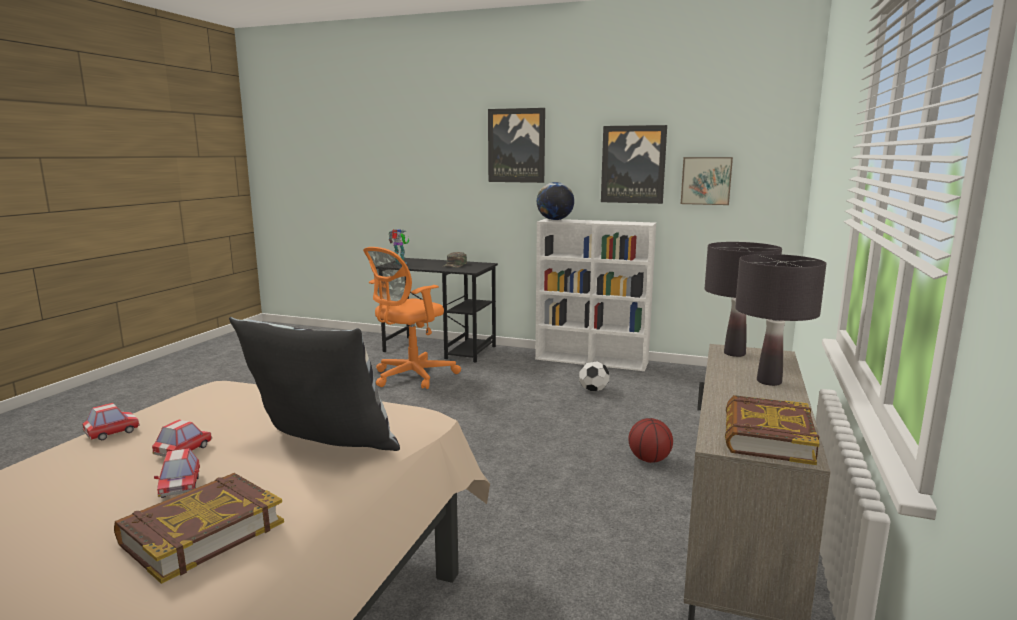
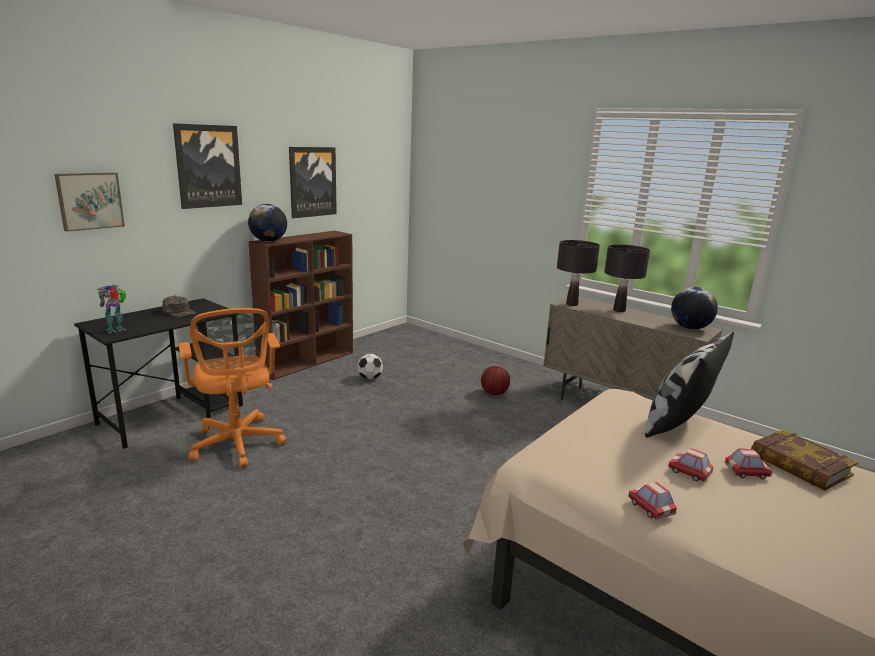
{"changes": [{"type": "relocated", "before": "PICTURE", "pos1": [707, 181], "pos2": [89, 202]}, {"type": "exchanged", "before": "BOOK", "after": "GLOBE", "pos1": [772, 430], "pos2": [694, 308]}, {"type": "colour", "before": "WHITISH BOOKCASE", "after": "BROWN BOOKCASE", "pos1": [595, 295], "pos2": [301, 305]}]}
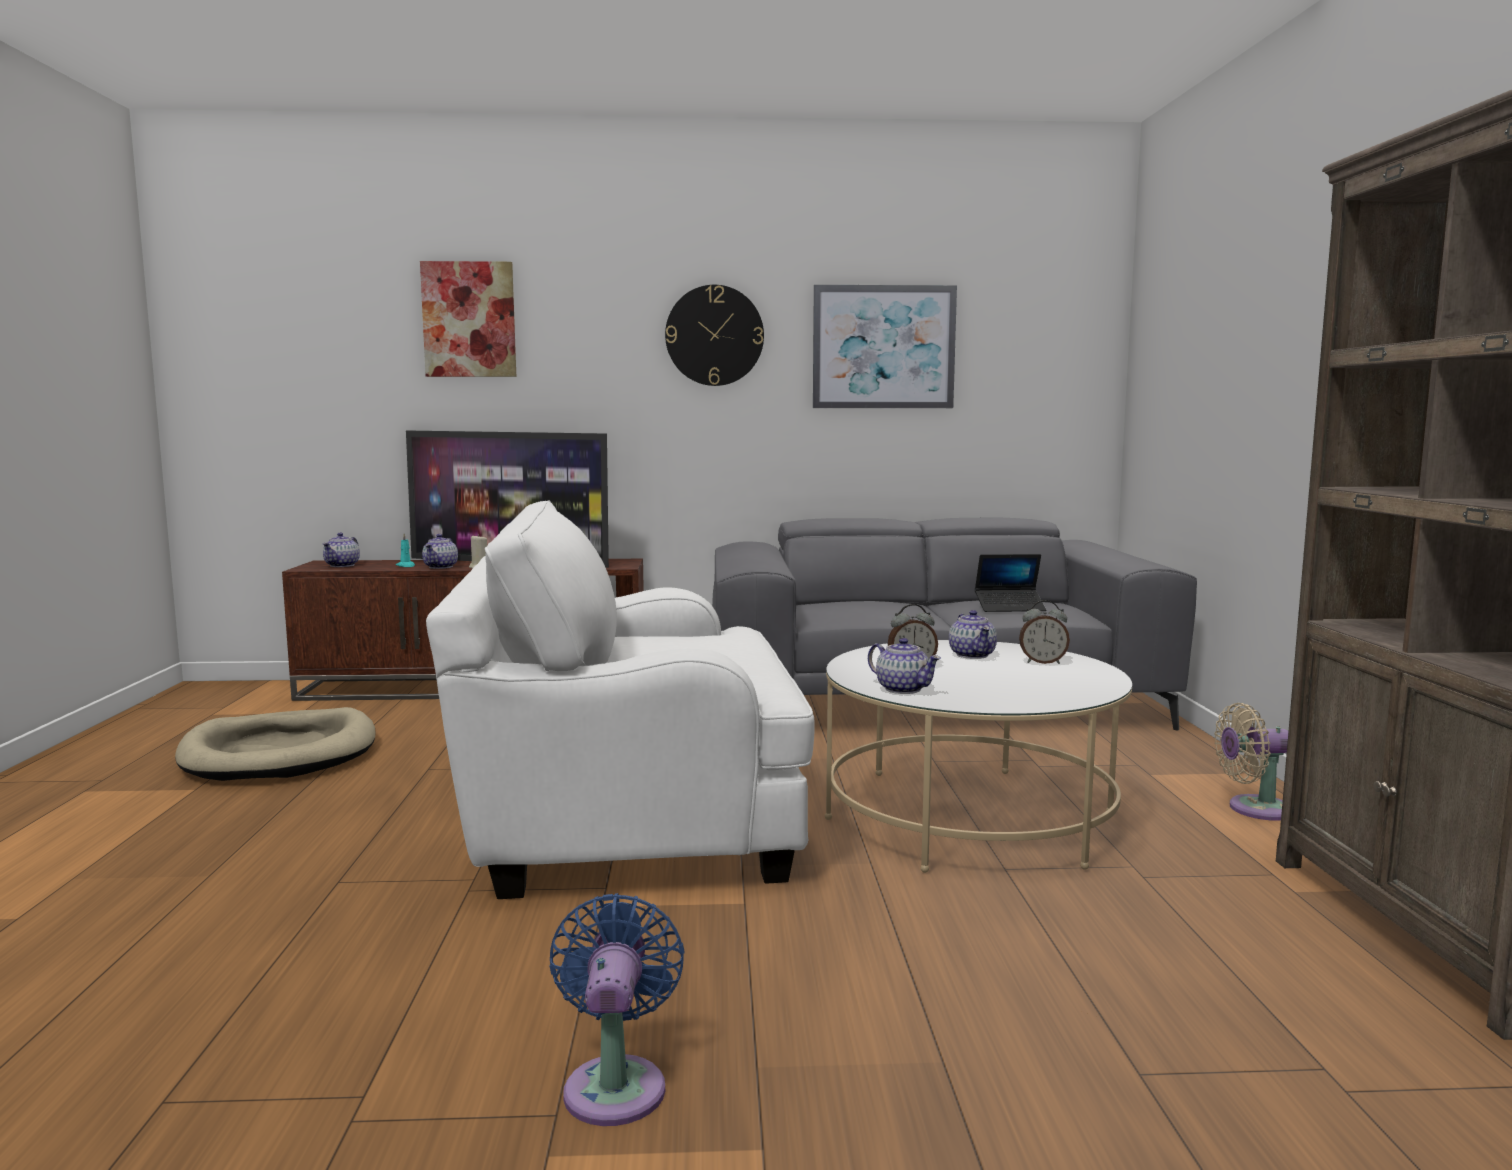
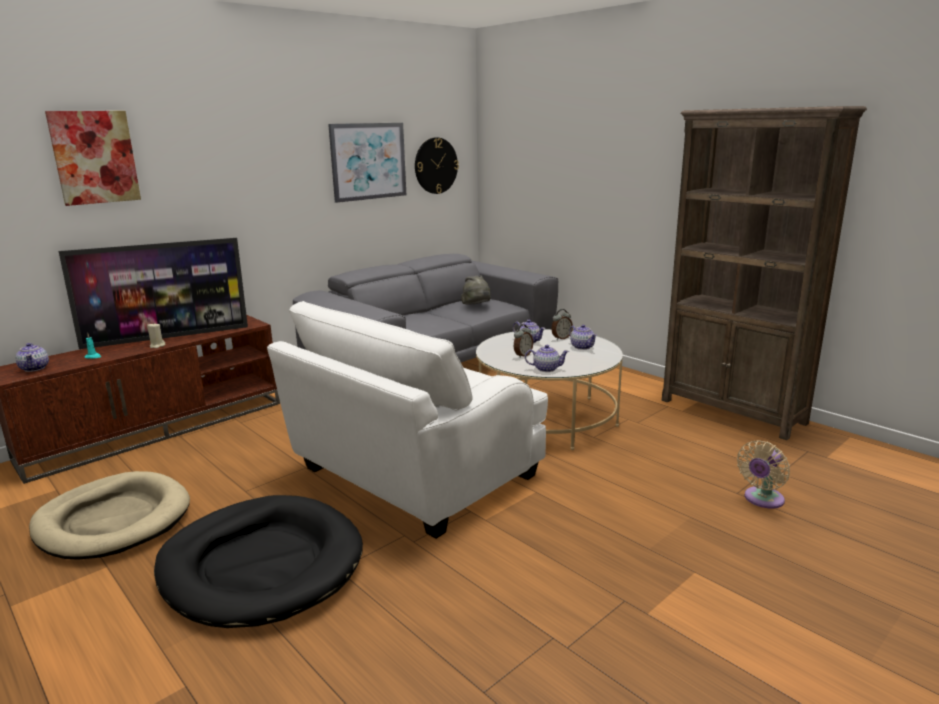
{"changes": [{"type": "missing", "before": "BLUE COOLING FAN", "pos1": [616, 1009]}, {"type": "appeared", "after": "BLACK DOG BED", "pos2": [258, 561]}, {"type": "relocated", "before": "TEAPOT", "pos1": [440, 551], "pos2": [583, 337]}, {"type": "relocated", "before": "HANGING CLOCK", "pos1": [714, 335], "pos2": [437, 165]}, {"type": "relocated", "before": "BEIGE COOLING FAN", "pos1": [1251, 762], "pos2": [763, 474]}, {"type": "exchanged", "before": "PORTABLE COMPUTER", "after": "GRAY HAT", "pos1": [1010, 583], "pos2": [476, 290]}]}
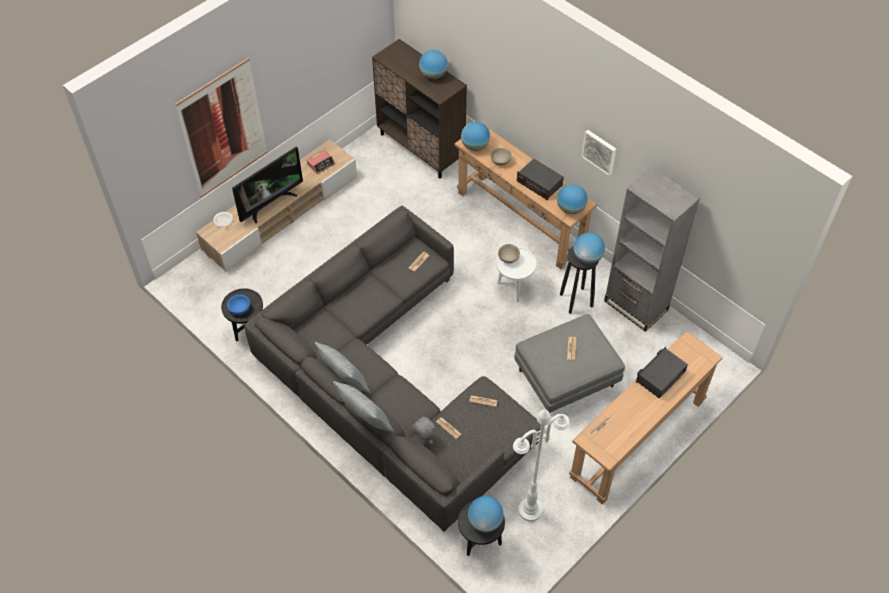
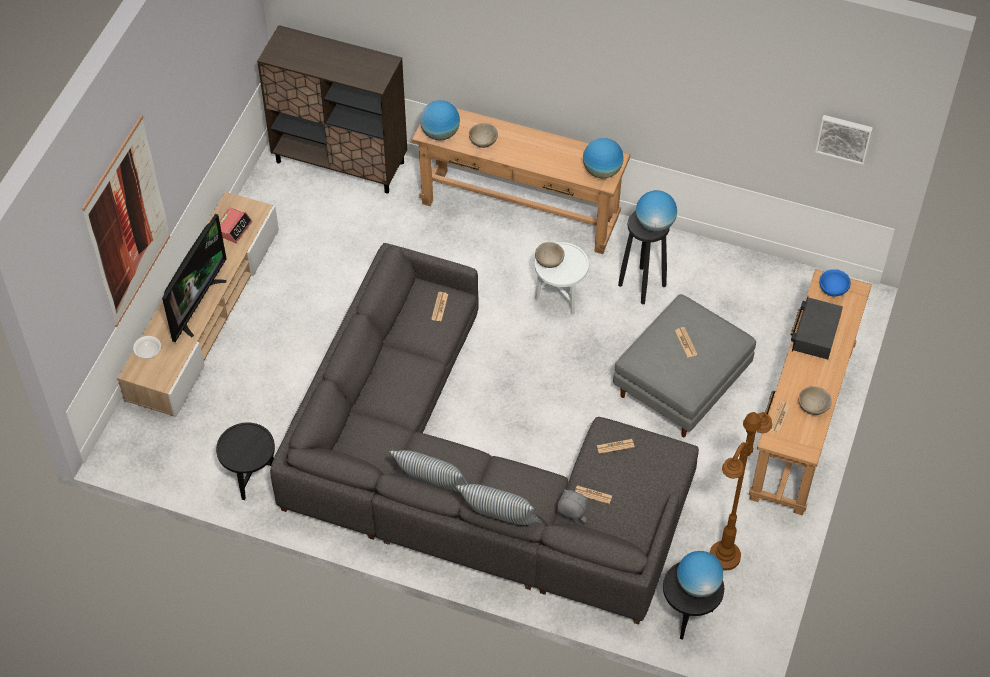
{"changes": [{"type": "missing", "before": "GLOBE", "pos1": [433, 64]}, {"type": "missing", "before": "RADIO RECEIVER", "pos1": [540, 180]}, {"type": "missing", "before": "GRAY BOOKCASE", "pos1": [652, 249]}, {"type": "appeared", "after": "BEIGE SERVING BOWL", "pos2": [815, 400]}, {"type": "relocated", "before": "BLUE SERVING BOWL", "pos1": [238, 305], "pos2": [835, 283]}, {"type": "relocated", "before": "PICTURE", "pos1": [598, 153], "pos2": [844, 140]}, {"type": "colour", "before": "WHITISH STANDING LAMP", "after": "BROWN STANDING LAMP", "pos1": [541, 466], "pos2": [741, 491]}]}
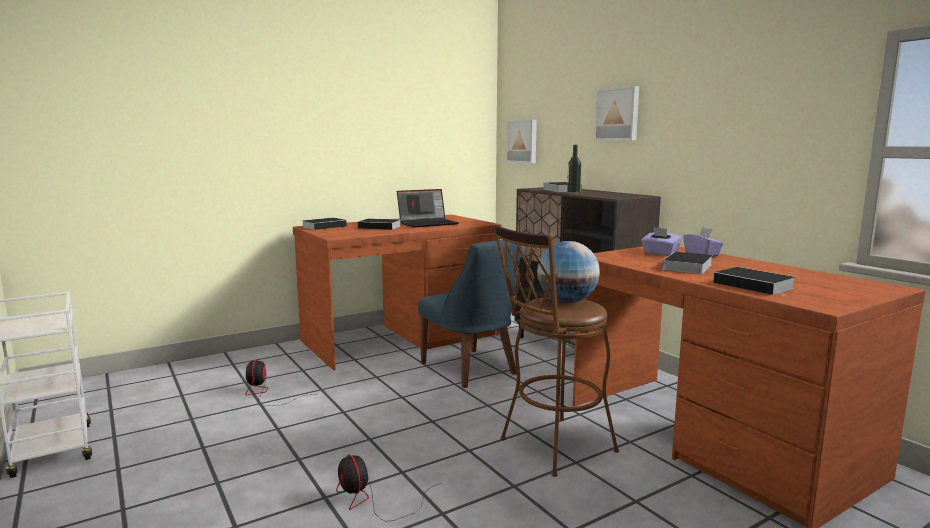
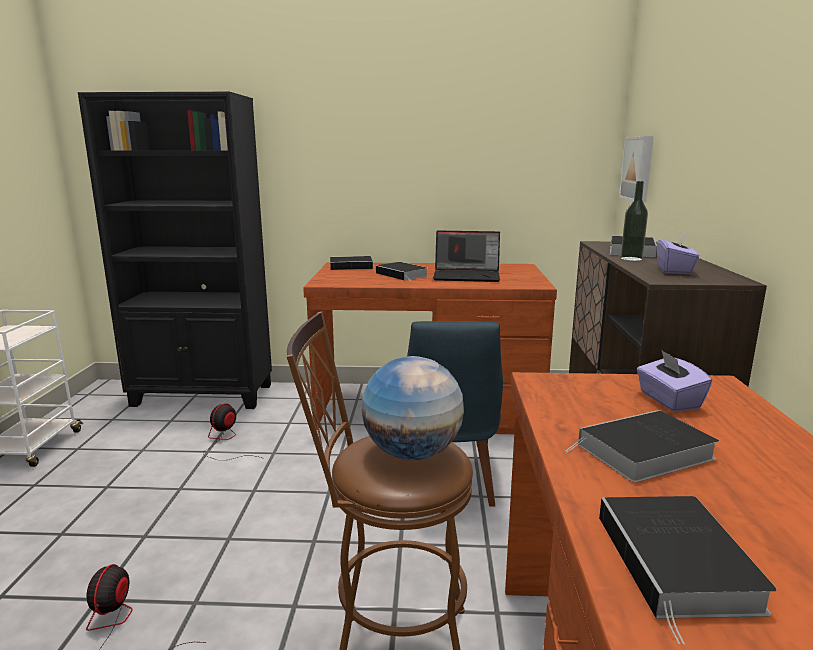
{"changes": [{"type": "missing", "before": "PICTURE", "pos1": [616, 113]}, {"type": "appeared", "after": "BLACK BOOKCASE", "pos2": [175, 250]}, {"type": "relocated", "before": "PURPLE TISSUE HOLDER", "pos1": [703, 242], "pos2": [678, 253]}]}
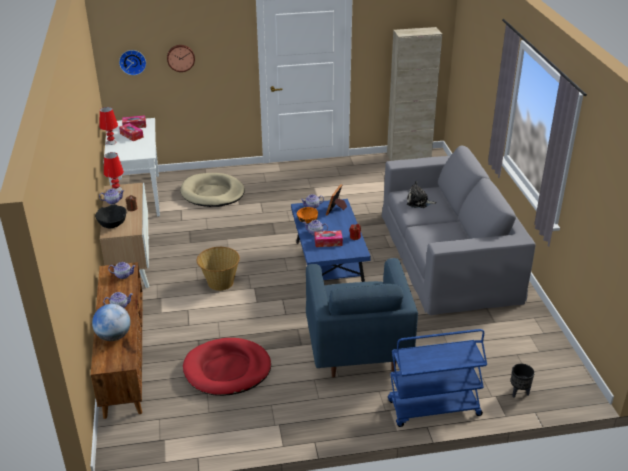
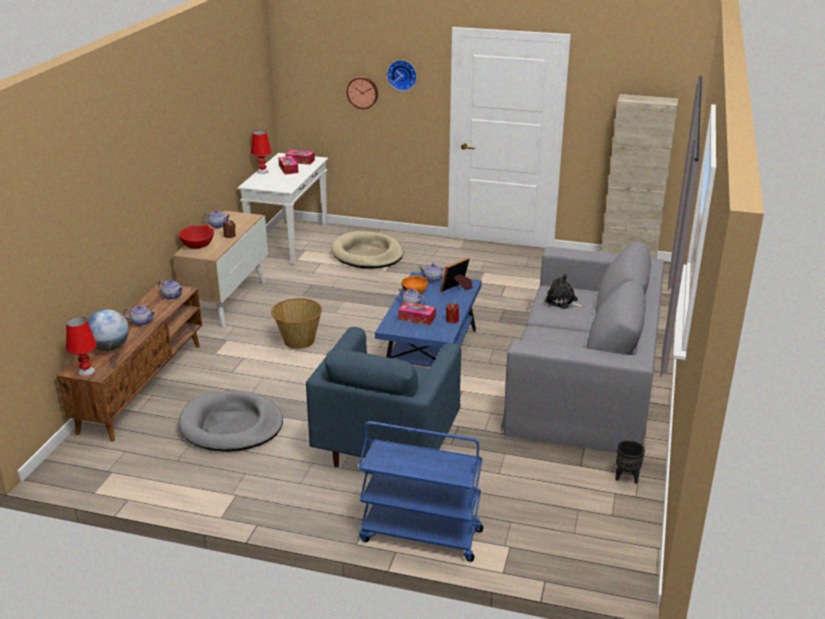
{"changes": [{"type": "relocated", "before": "REDDISH LAMP FOR A TABLE", "pos1": [114, 172], "pos2": [81, 346]}, {"type": "relocated", "before": "HANGING CLOCK", "pos1": [132, 62], "pos2": [402, 75]}, {"type": "relocated", "before": "BLACK PLANTER", "pos1": [523, 380], "pos2": [630, 462]}, {"type": "colour", "before": "BLACK SERVING BOWL", "after": "REDDISH SERVING BOWL", "pos1": [110, 216], "pos2": [196, 237]}, {"type": "colour", "before": "REDDISH DOG BED", "after": "GRAY DOG BED", "pos1": [227, 367], "pos2": [230, 421]}]}
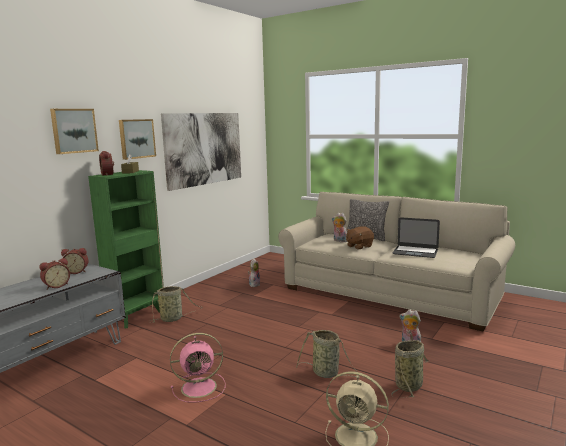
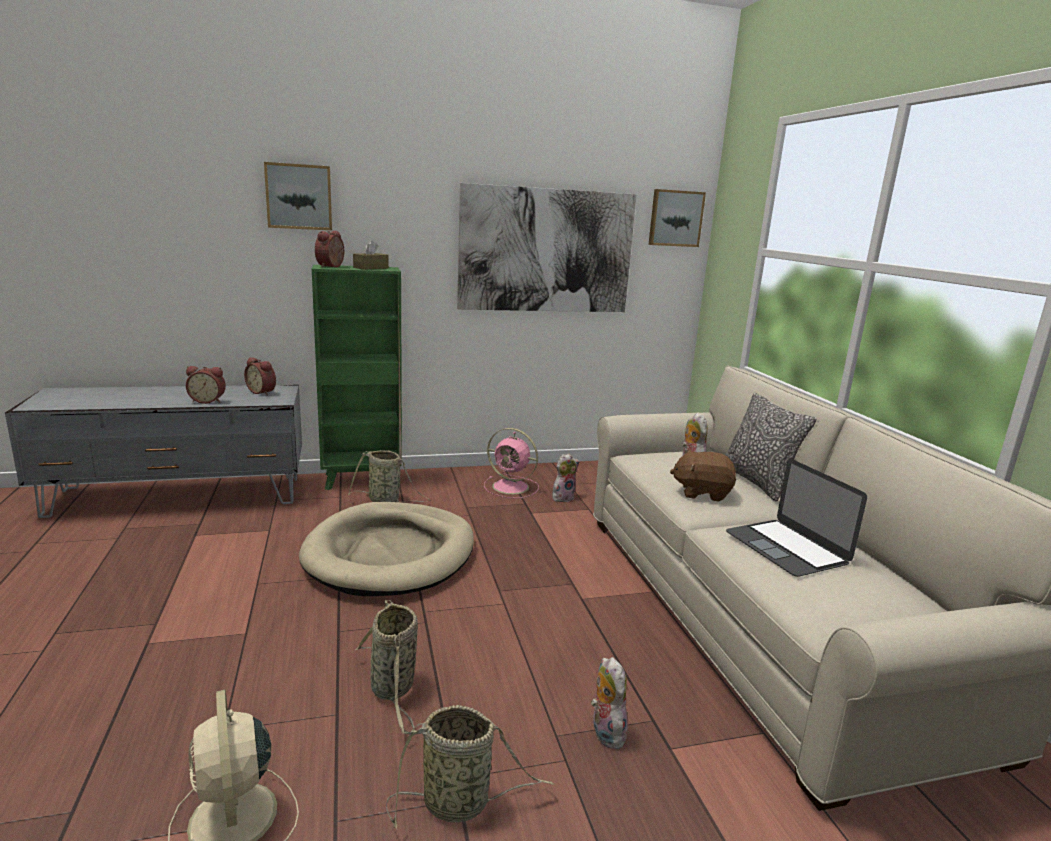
{"changes": [{"type": "appeared", "after": "BEIGE DOG BED", "pos2": [386, 549]}, {"type": "relocated", "before": "PICTURE", "pos1": [137, 139], "pos2": [677, 218]}, {"type": "relocated", "before": "PINKISH COOLING FAN", "pos1": [197, 368], "pos2": [511, 463]}]}
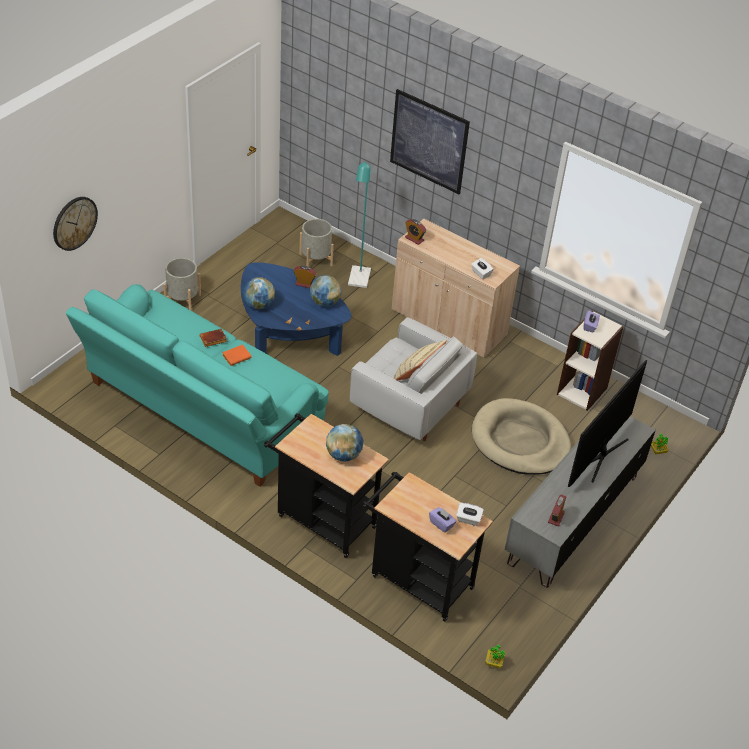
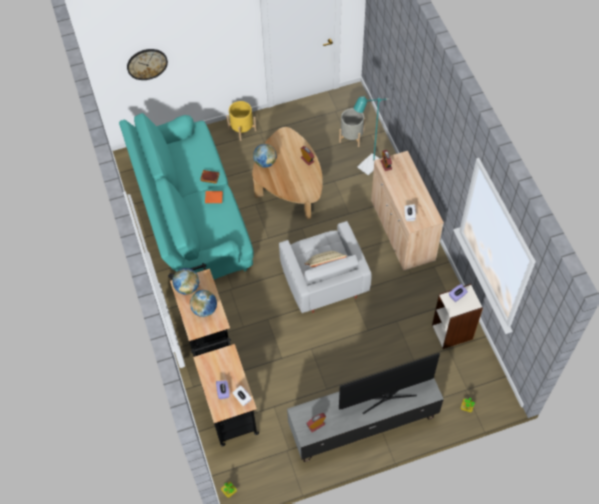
{"changes": [{"type": "missing", "before": "PICTURE", "pos1": [430, 141]}, {"type": "missing", "before": "BEIGE DOG BED", "pos1": [521, 436]}, {"type": "relocated", "before": "GLOBE", "pos1": [325, 291], "pos2": [185, 281]}, {"type": "colour", "before": "GRAY PLANTER", "after": "YELLOW PLANTER", "pos1": [182, 284], "pos2": [242, 121]}, {"type": "colour", "before": "BLUE LOUNGE TABLE", "after": "BROWN LOUNGE TABLE", "pos1": [296, 309], "pos2": [287, 173]}]}
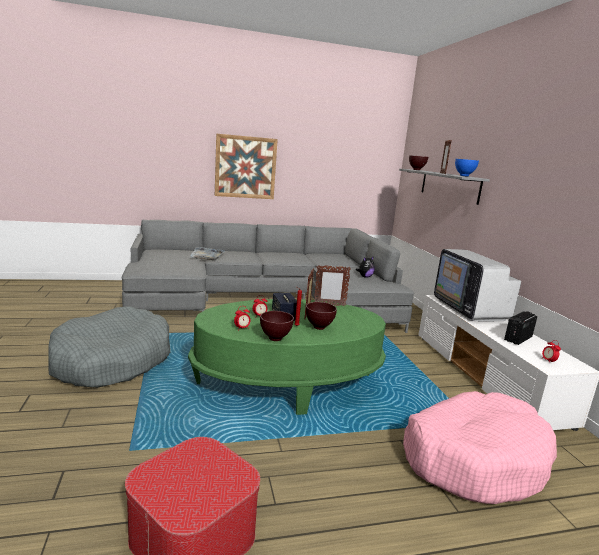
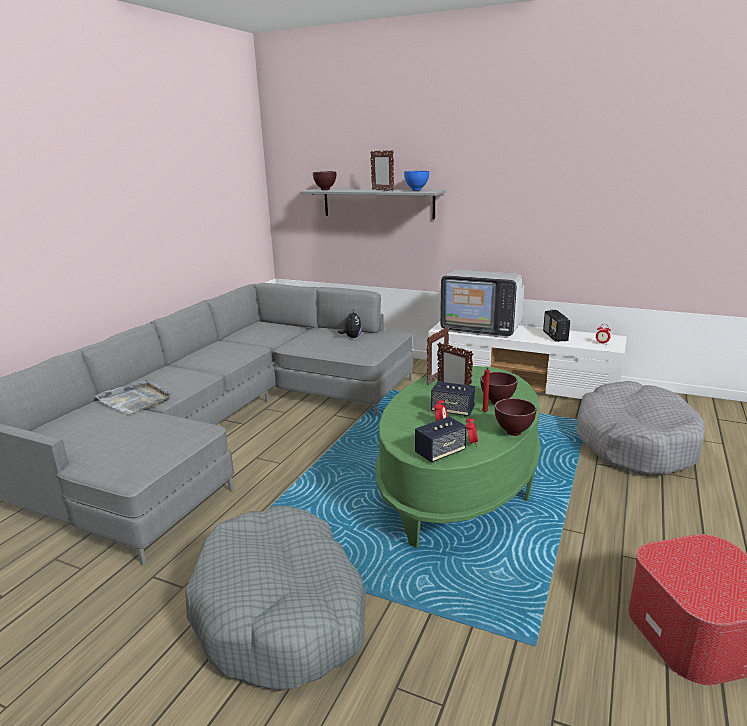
{"changes": [{"type": "missing", "before": "PICTURE", "pos1": [246, 166]}, {"type": "appeared", "after": "SPEAKER", "pos2": [441, 440]}, {"type": "colour", "before": "PINKISH DOG BED", "after": "GRAY DOG BED", "pos1": [480, 447], "pos2": [640, 429]}]}
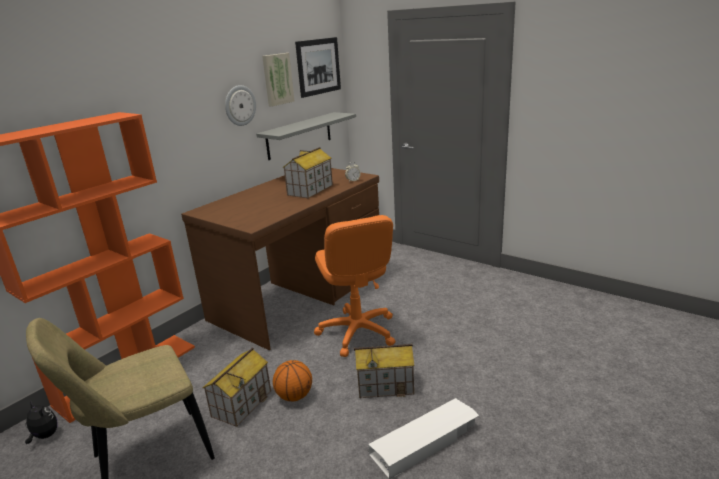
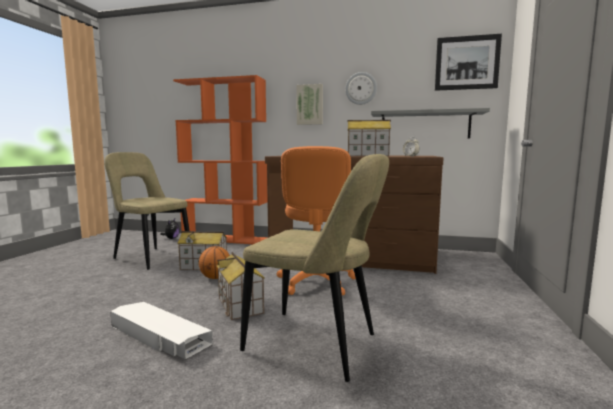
{"changes": [{"type": "appeared", "after": "BEIGE CHAIR", "pos2": [314, 268]}, {"type": "relocated", "before": "PICTURE", "pos1": [278, 80], "pos2": [310, 104]}, {"type": "spun", "before": "ORANGE-COLOURED OFFICE CHAIR", "pos1": [354, 286], "pos2": [316, 220], "turn": -45}]}
